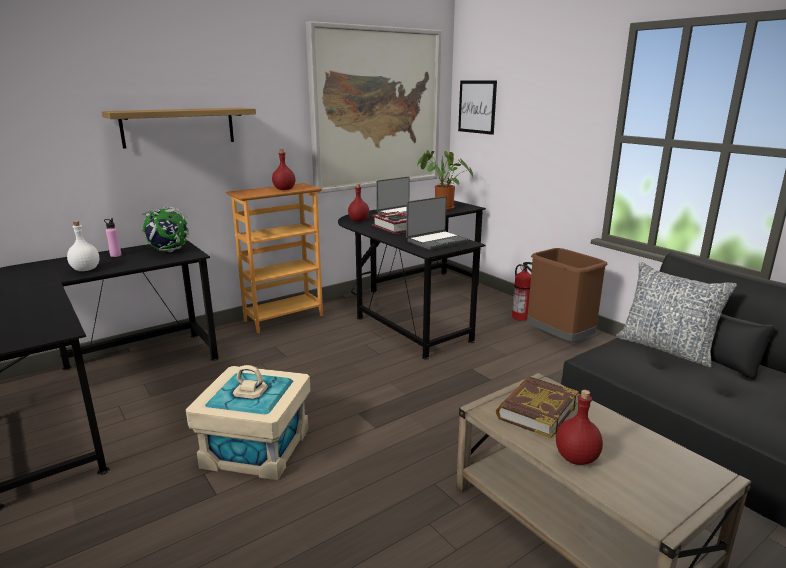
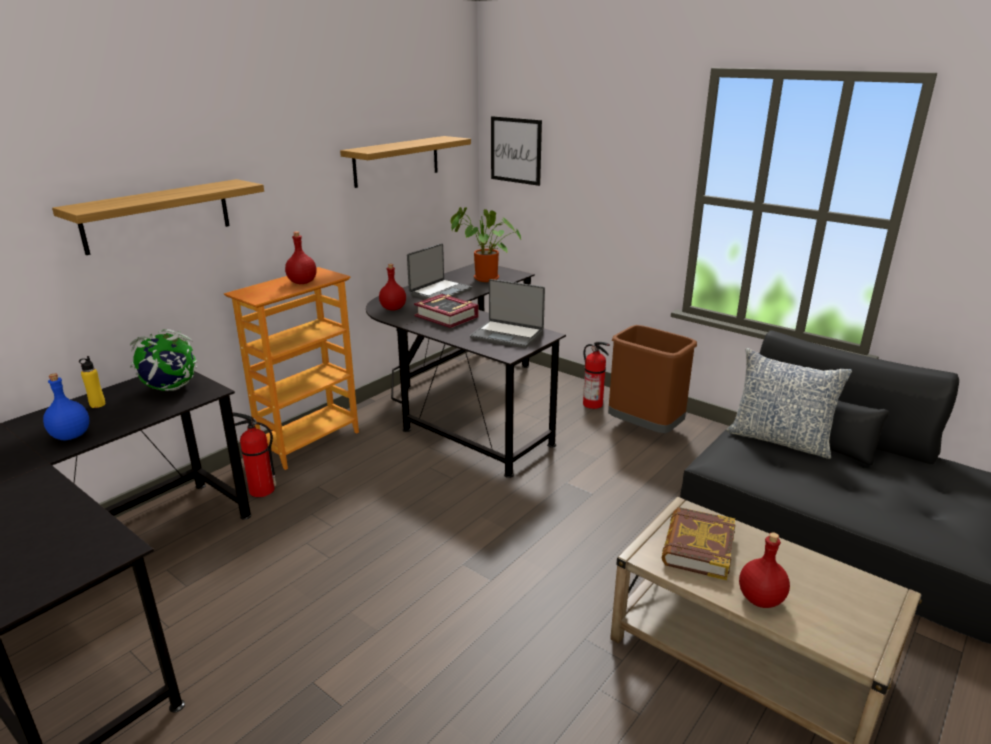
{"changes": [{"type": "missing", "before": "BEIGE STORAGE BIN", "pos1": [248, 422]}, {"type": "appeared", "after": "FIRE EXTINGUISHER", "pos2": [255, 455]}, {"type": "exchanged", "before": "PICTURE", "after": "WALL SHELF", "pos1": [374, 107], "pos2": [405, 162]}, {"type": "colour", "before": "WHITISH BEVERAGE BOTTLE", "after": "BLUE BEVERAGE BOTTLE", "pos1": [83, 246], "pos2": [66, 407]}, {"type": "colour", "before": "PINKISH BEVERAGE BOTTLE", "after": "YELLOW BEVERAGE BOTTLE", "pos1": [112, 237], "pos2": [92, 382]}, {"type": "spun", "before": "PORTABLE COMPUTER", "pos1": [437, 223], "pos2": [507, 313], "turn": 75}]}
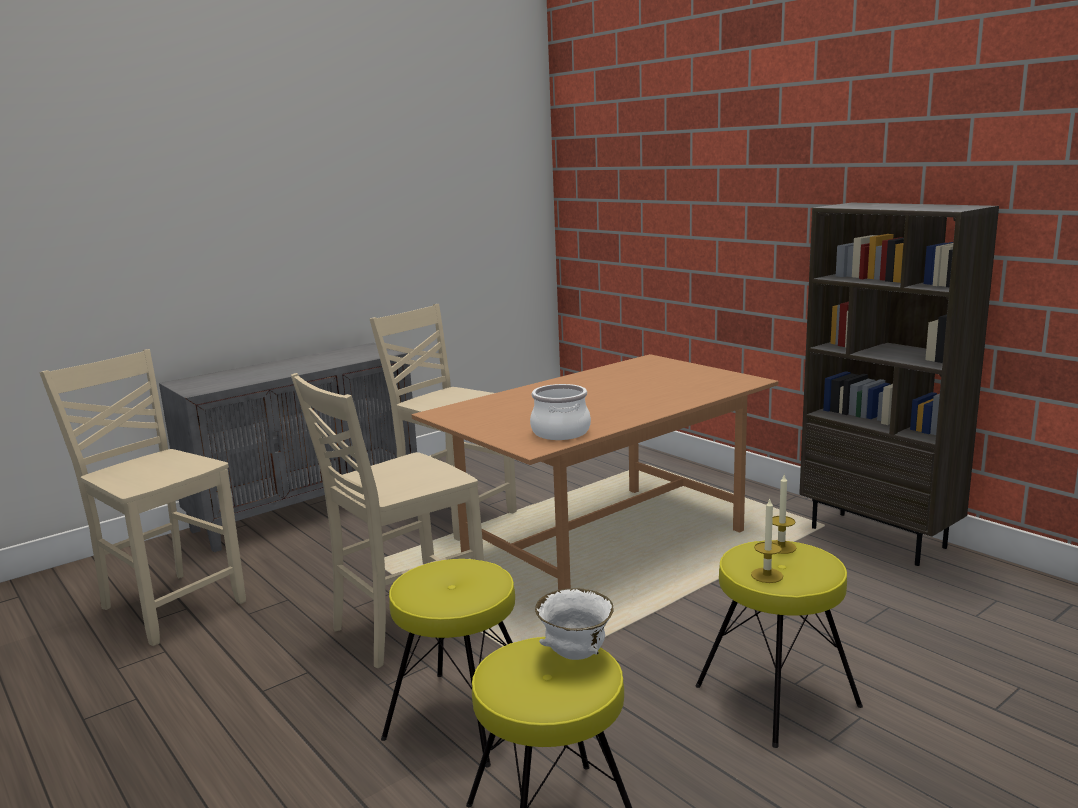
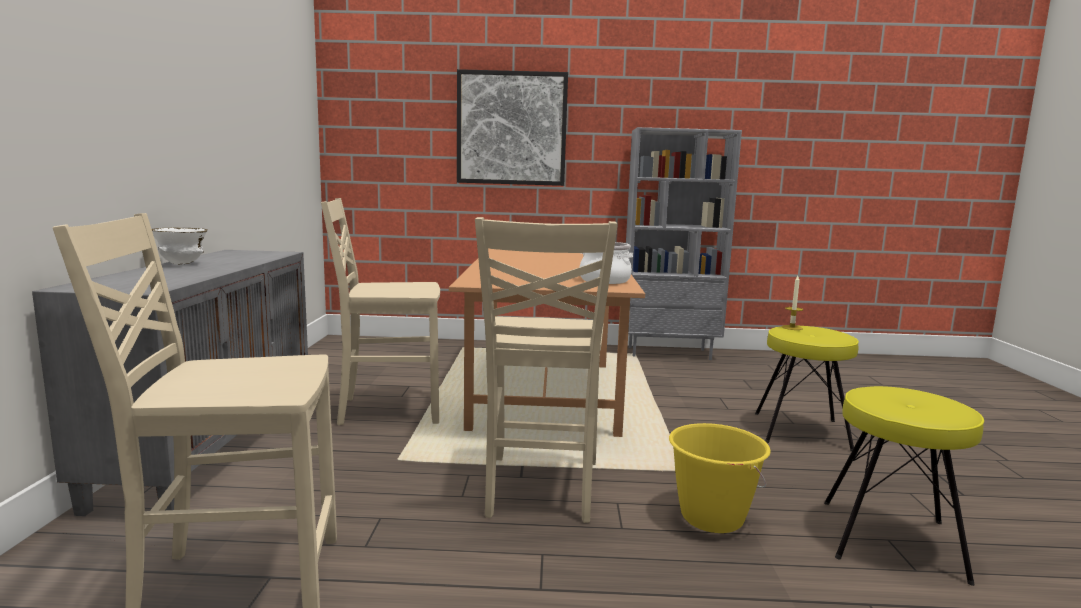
{"changes": [{"type": "missing", "before": "WAX CANDLE", "pos1": [767, 541]}, {"type": "appeared", "after": "PICTURE", "pos2": [512, 127]}, {"type": "relocated", "before": "WHITISH SERVING BOWL", "pos1": [574, 624], "pos2": [180, 246]}, {"type": "exchanged", "before": "YELLOW STOOL SEAT", "after": "YELLOW BUCKET", "pos1": [448, 663], "pos2": [720, 478]}, {"type": "colour", "before": "BROWN BOOKCASE", "after": "GRAY BOOKCASE", "pos1": [899, 384], "pos2": [684, 243]}]}
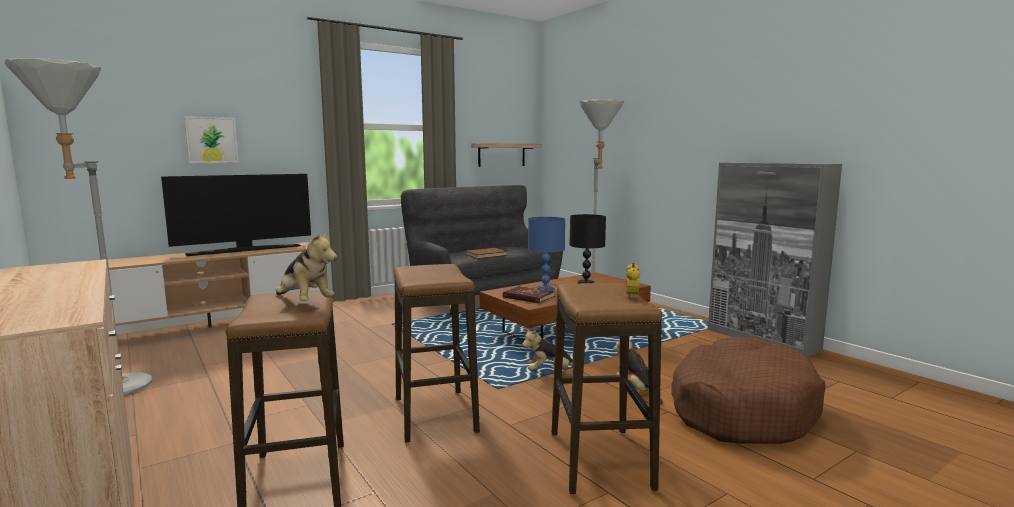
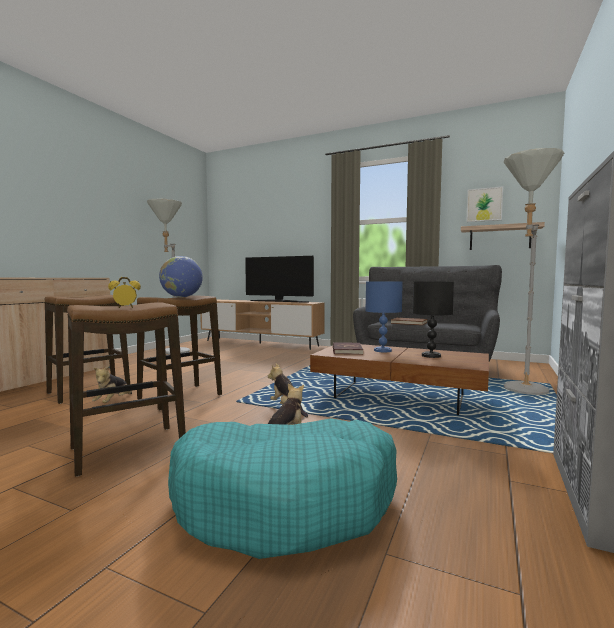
{"changes": [{"type": "appeared", "after": "GLOBE", "pos2": [181, 276]}, {"type": "relocated", "before": "PICTURE", "pos1": [211, 139], "pos2": [484, 204]}, {"type": "relocated", "before": "PLUSH TOY", "pos1": [306, 265], "pos2": [112, 384]}, {"type": "colour", "before": "BROWN DOG BED", "after": "TURQUOISE DOG BED", "pos1": [749, 390], "pos2": [282, 488]}]}
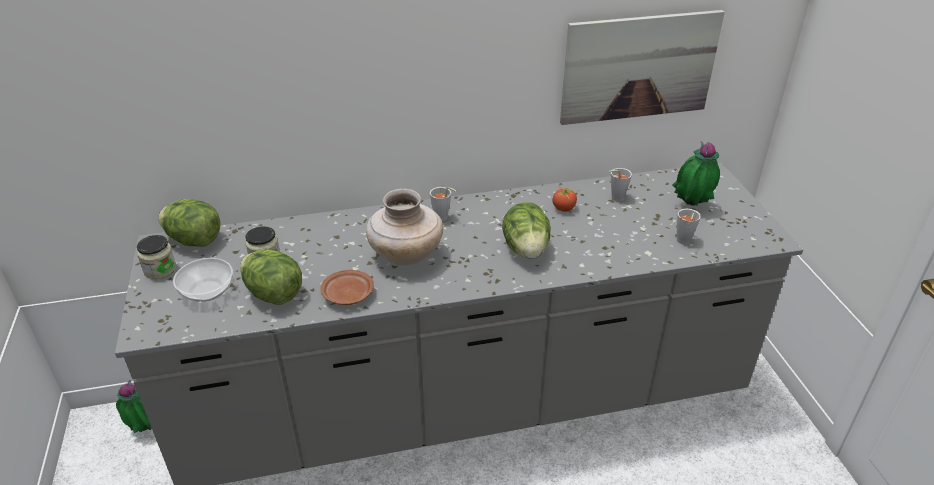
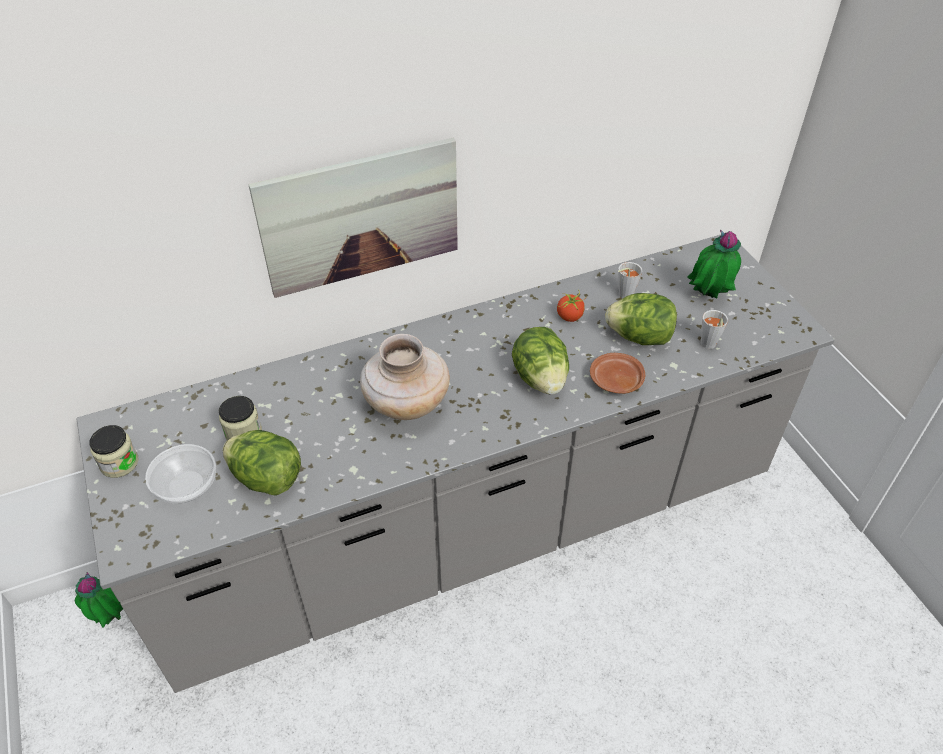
{"changes": [{"type": "missing", "before": "GRAY SMALL CUP", "pos1": [443, 204]}, {"type": "relocated", "before": "HEAD OF LETTUCE", "pos1": [189, 223], "pos2": [641, 319]}, {"type": "relocated", "before": "BROWN DINNER PLATE", "pos1": [347, 287], "pos2": [617, 373]}, {"type": "relocated", "before": "PICTURE", "pos1": [642, 67], "pos2": [353, 218]}]}
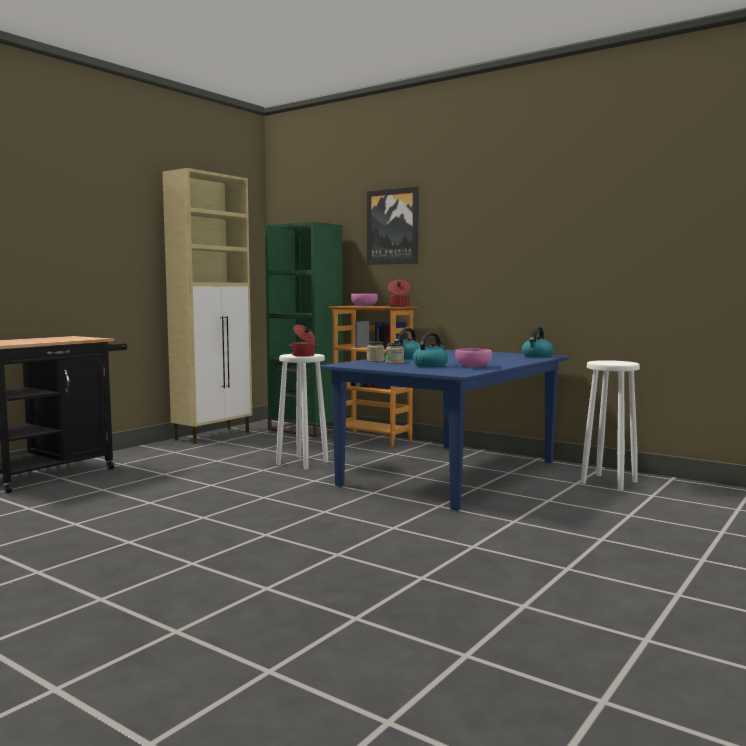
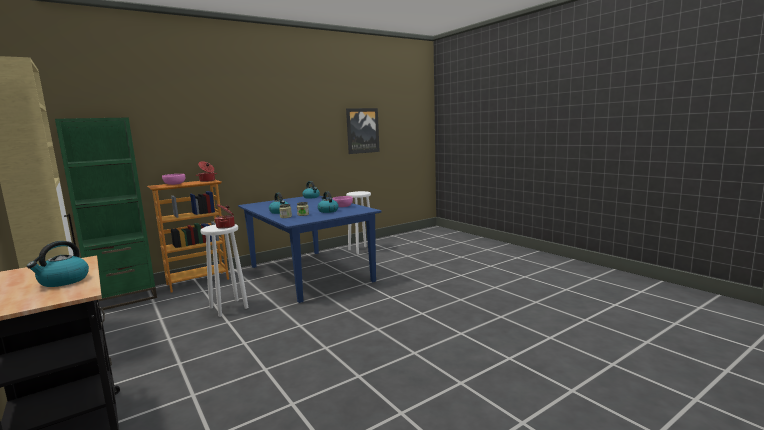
{"changes": [{"type": "appeared", "after": "TEA KETTLE", "pos2": [58, 264]}, {"type": "relocated", "before": "PICTURE", "pos1": [393, 226], "pos2": [363, 131]}]}
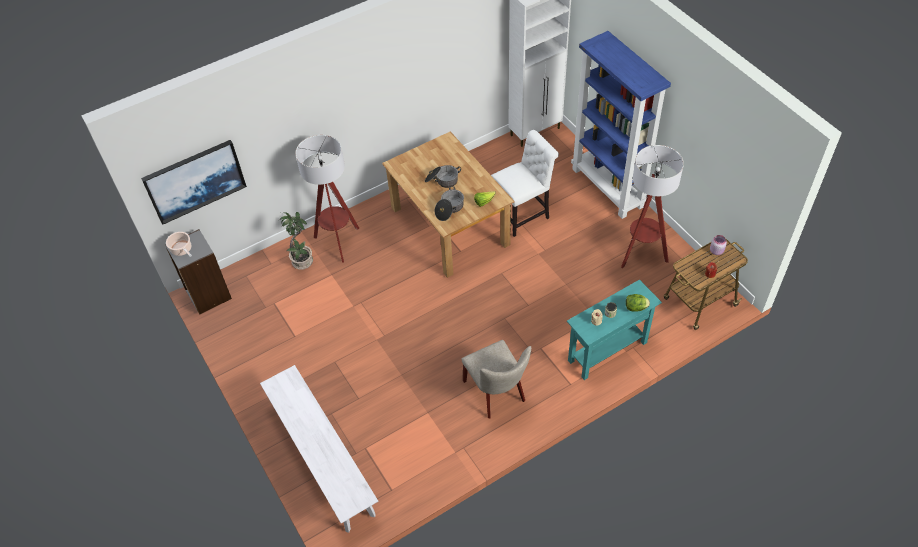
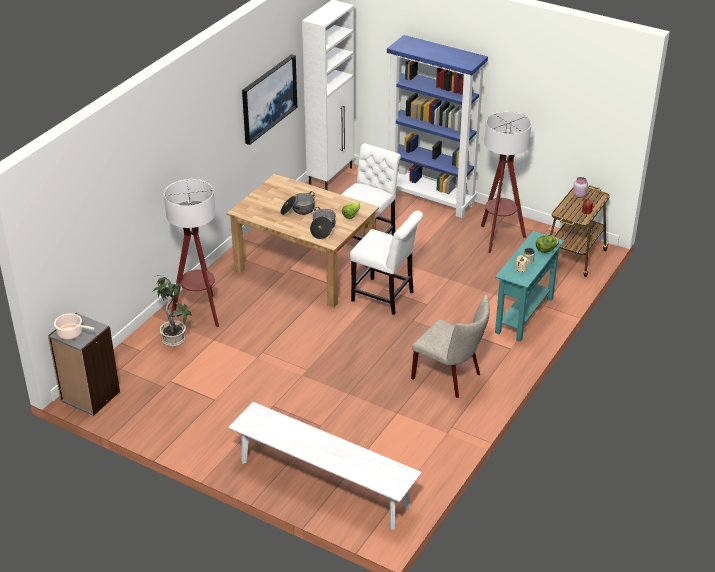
{"changes": [{"type": "appeared", "after": "WHITISH CHAIR", "pos2": [386, 262]}, {"type": "relocated", "before": "PICTURE", "pos1": [194, 182], "pos2": [269, 99]}]}
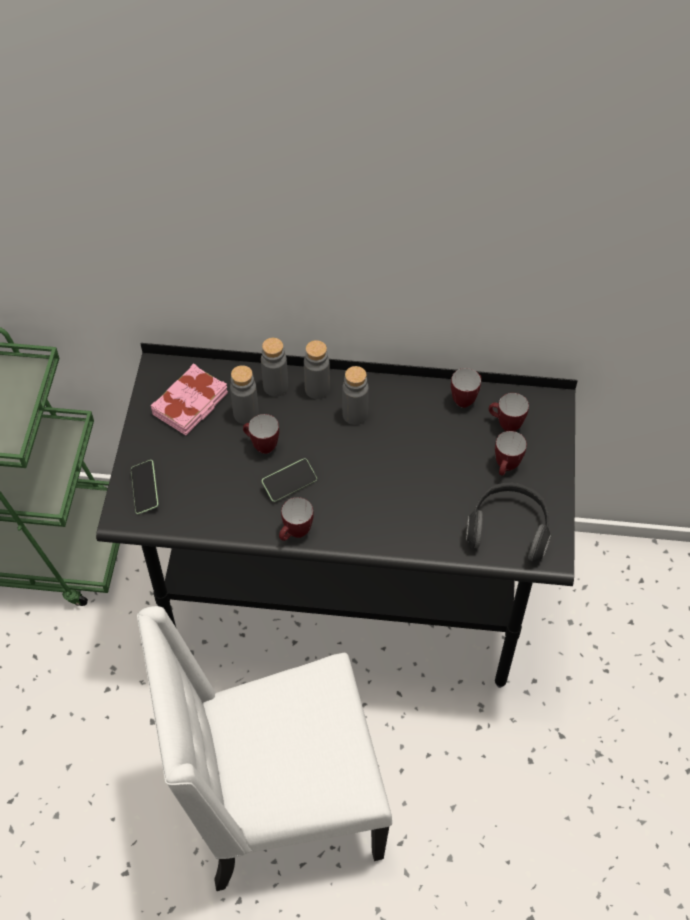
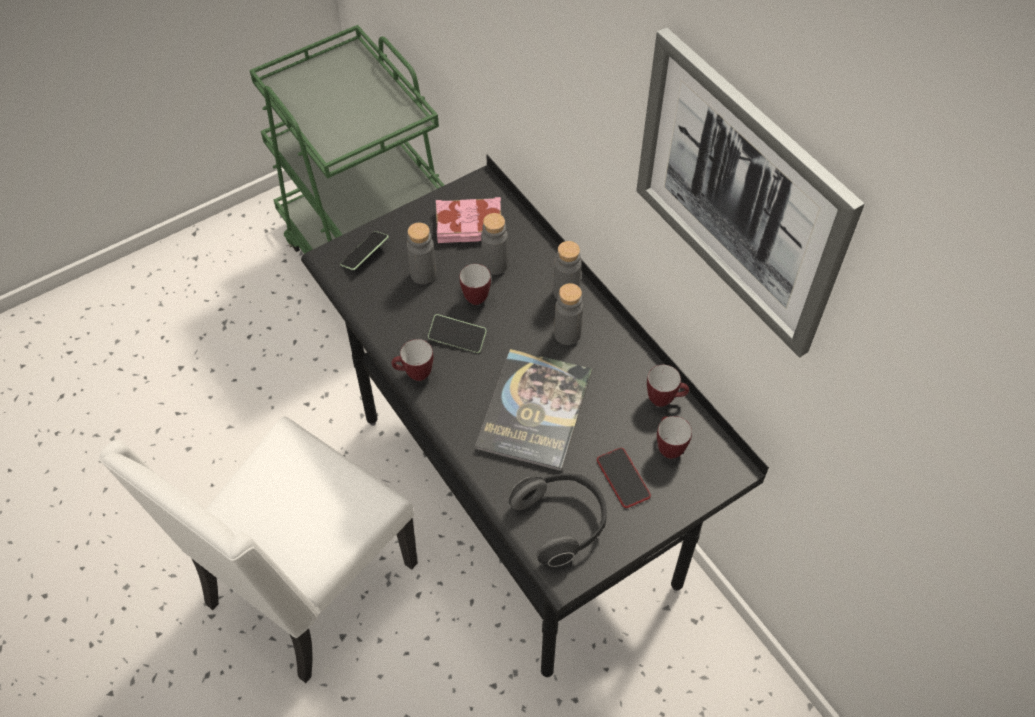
{"changes": [{"type": "appeared", "after": "BOOK", "pos2": [533, 410]}, {"type": "appeared", "after": "PICTURE", "pos2": [750, 192]}, {"type": "relocated", "before": "GRAY BEVERAGE BOTTLE", "pos1": [274, 367], "pos2": [421, 253]}, {"type": "exchanged", "before": "MUG", "after": "TELEPHONE", "pos1": [511, 453], "pos2": [624, 478]}, {"type": "spun", "before": "WHITISH CHAIR", "pos1": [264, 748], "pos2": [258, 550], "turn": -90}]}
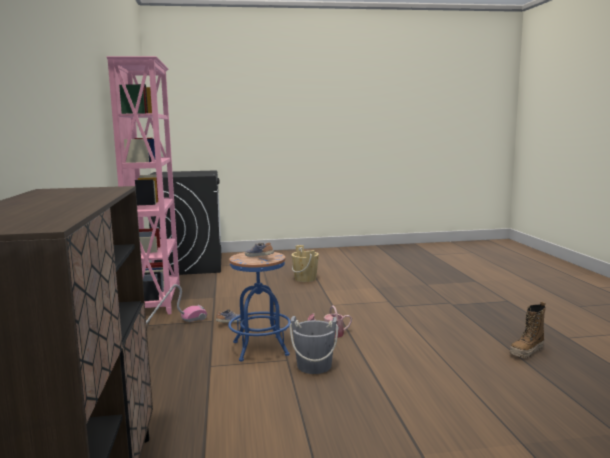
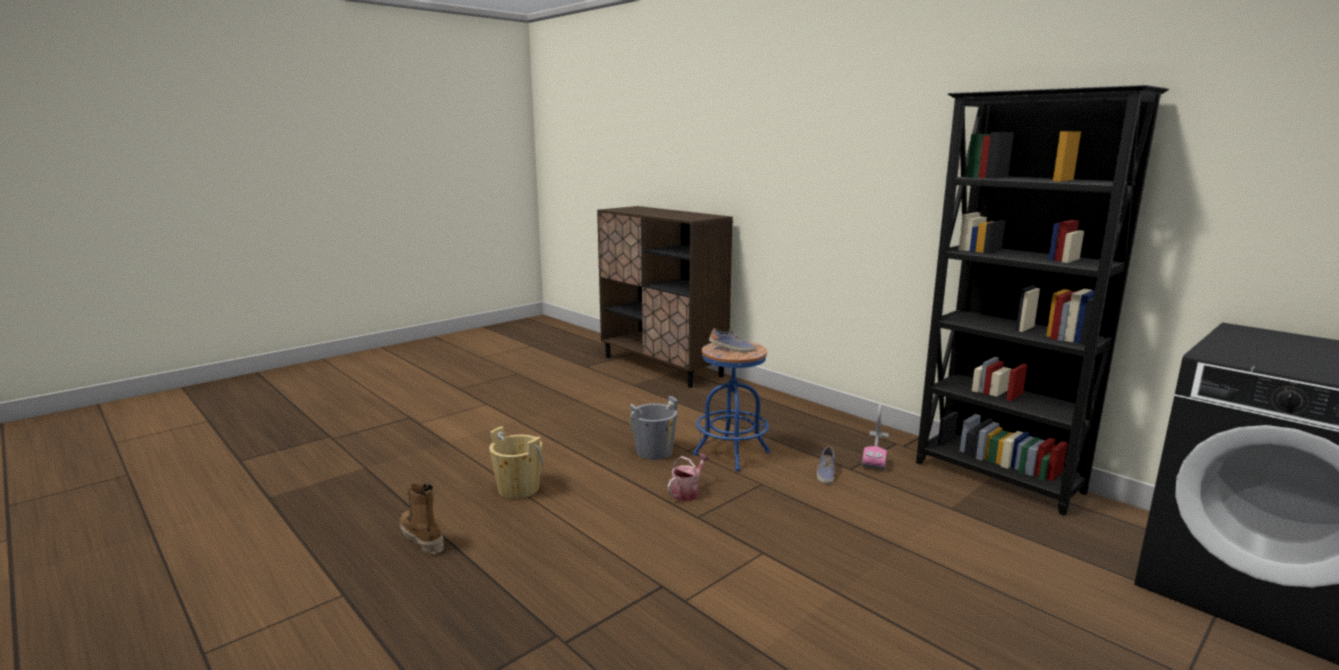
{"changes": [{"type": "relocated", "before": "BEIGE BUCKET", "pos1": [305, 263], "pos2": [516, 462]}, {"type": "colour", "before": "PINKISH BOOKCASE", "after": "BLACK BOOKCASE", "pos1": [143, 185], "pos2": [1042, 300]}, {"type": "spun", "before": "HIGH-TOP BOOT", "pos1": [528, 330], "pos2": [422, 519], "turn": -60}]}
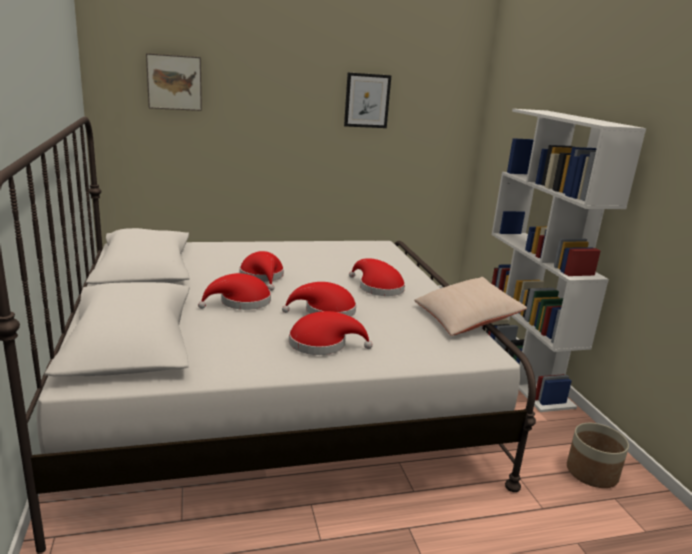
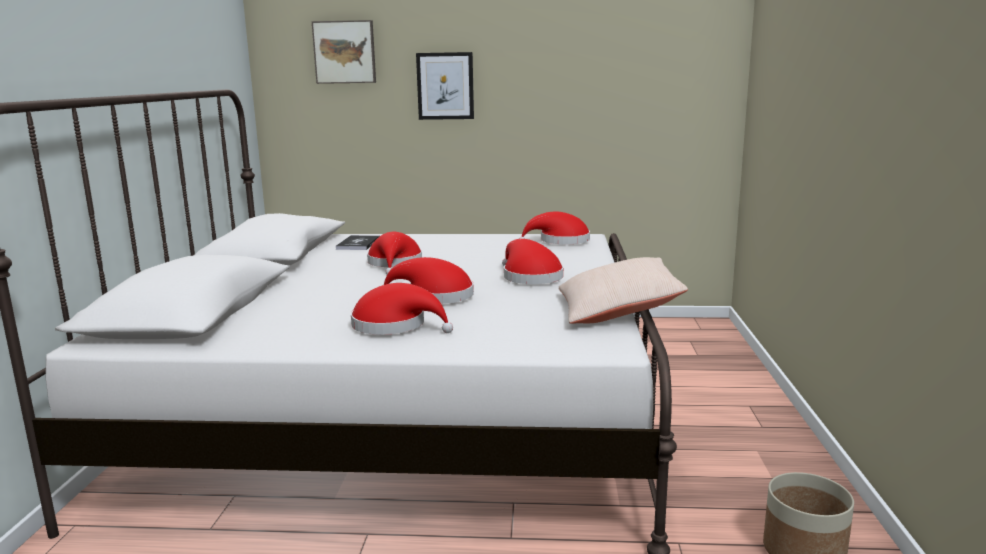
{"changes": [{"type": "missing", "before": "WHITISH BOOKCASE", "pos1": [563, 260]}, {"type": "appeared", "after": "BOOK", "pos2": [358, 242]}, {"type": "relocated", "before": "REDDISH HAT", "pos1": [234, 291], "pos2": [554, 228]}, {"type": "relocated", "before": "PICTURE", "pos1": [368, 100], "pos2": [445, 86]}]}
